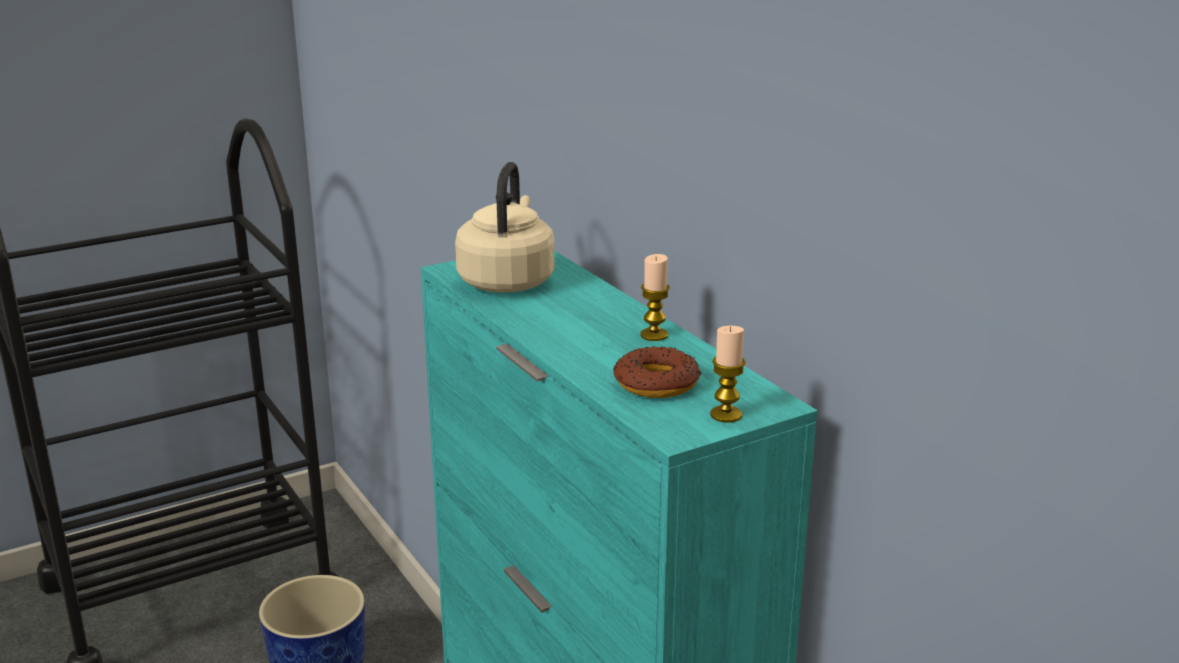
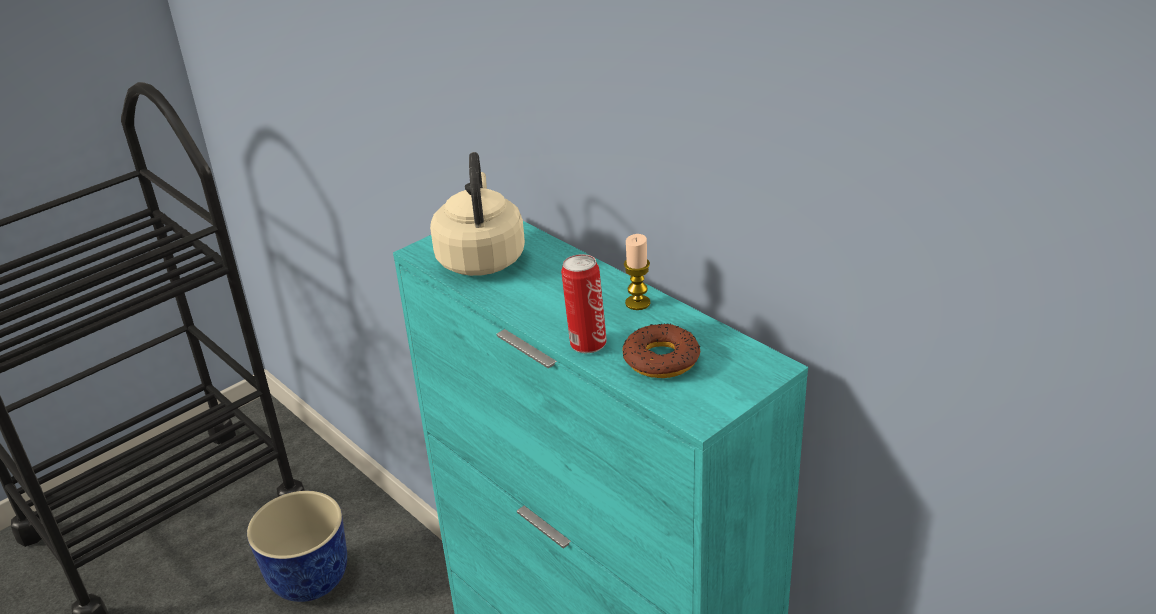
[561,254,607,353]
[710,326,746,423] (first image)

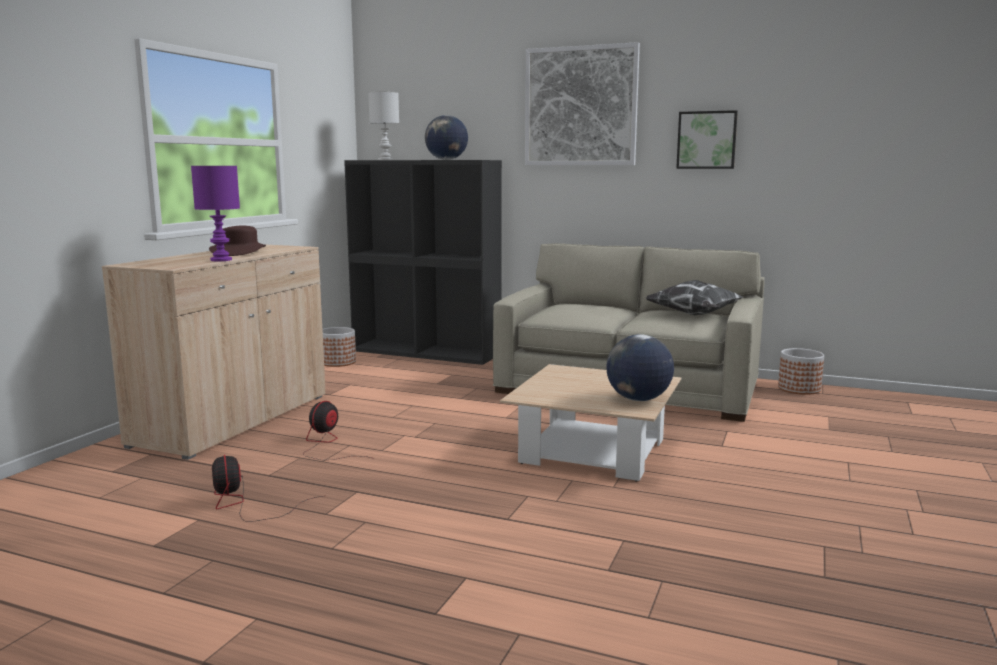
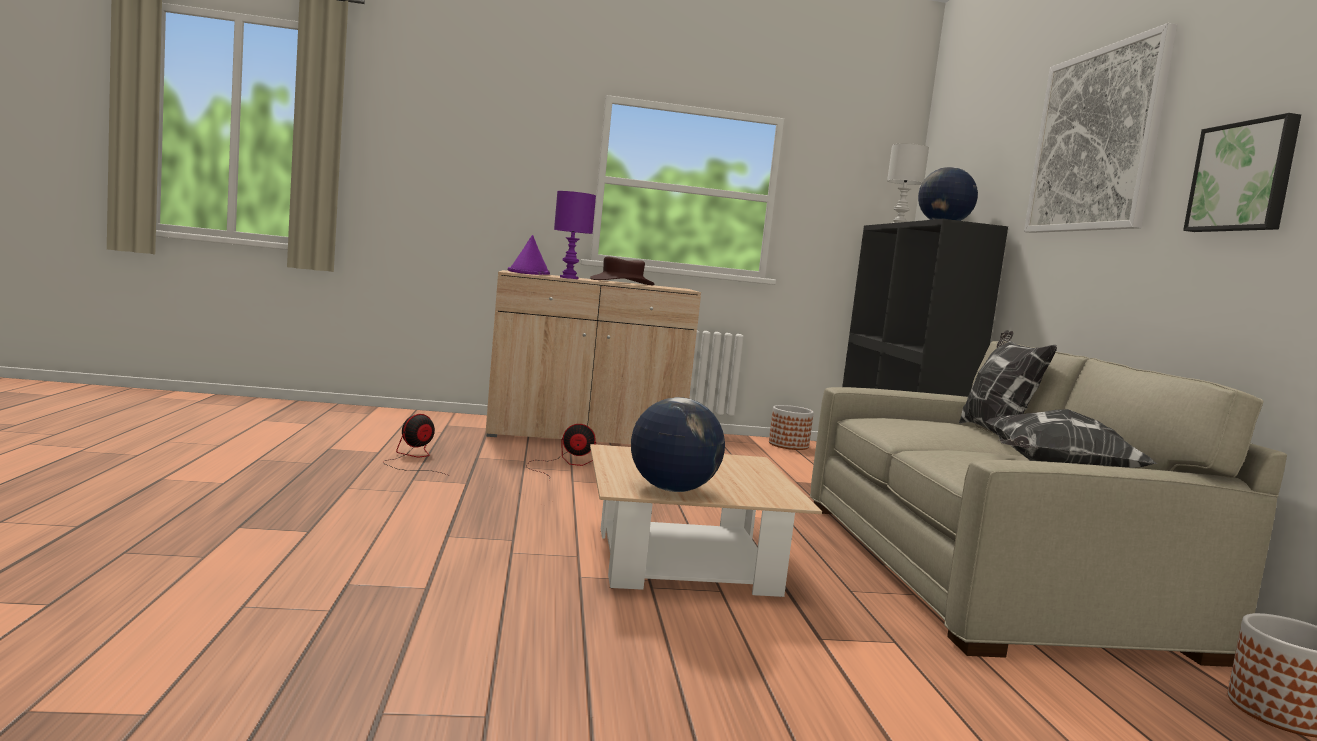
[508,235,550,275]
[959,330,1057,439]

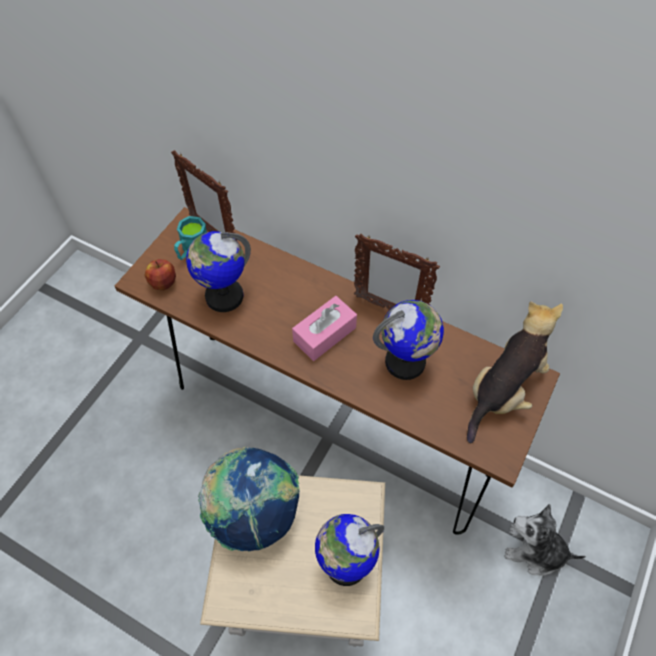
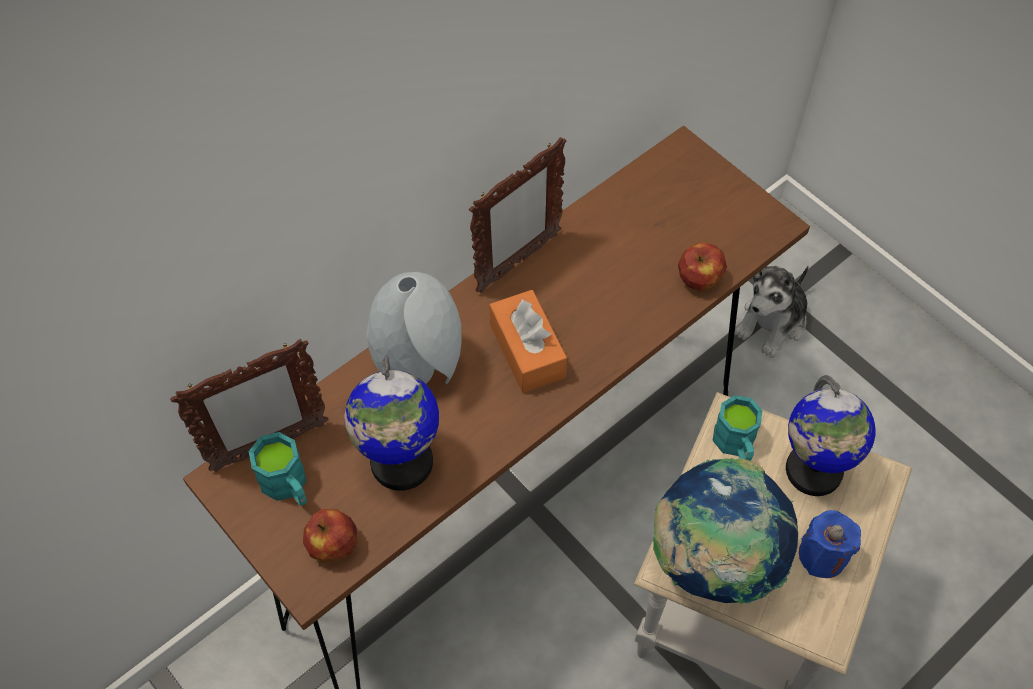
[366,272,461,384]
[490,290,567,393]
[678,242,727,291]
[712,395,762,461]
[799,510,861,578]
[373,300,444,380] (first image)
[467,301,563,443] (first image)

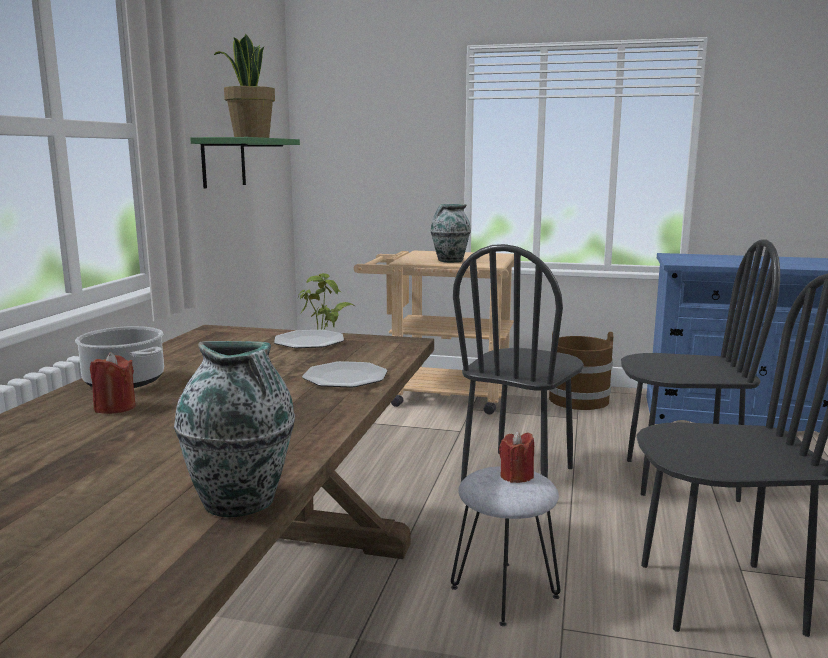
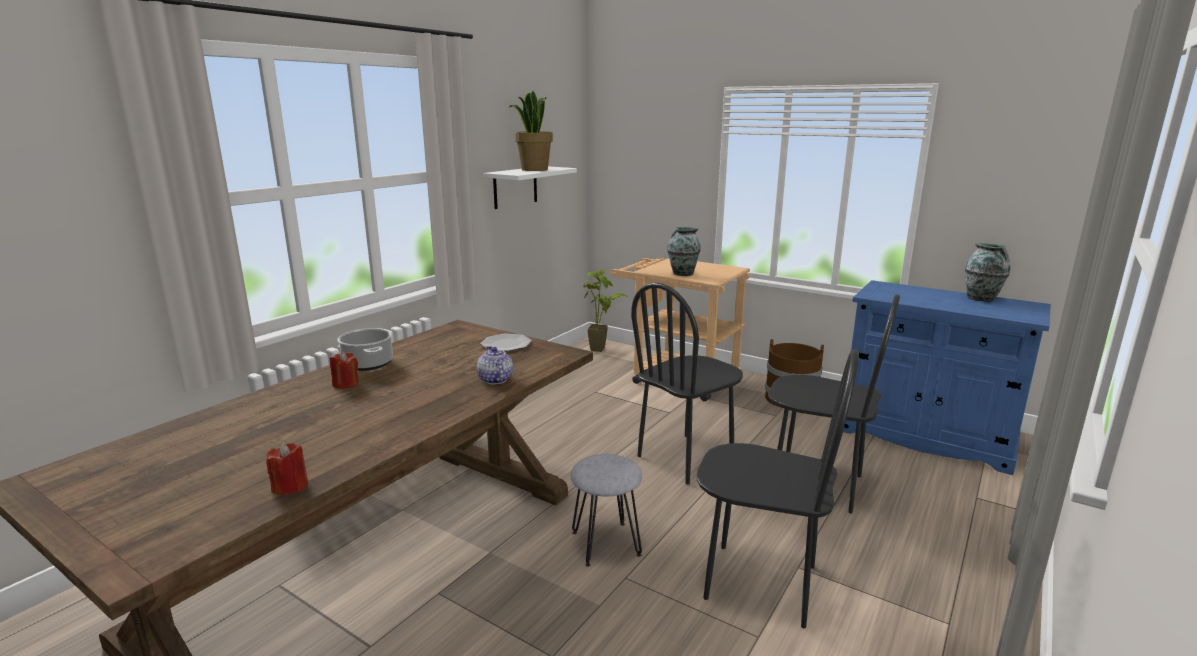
[266,443,308,495]
[477,346,513,385]
[483,166,577,209]
[965,243,1011,302]

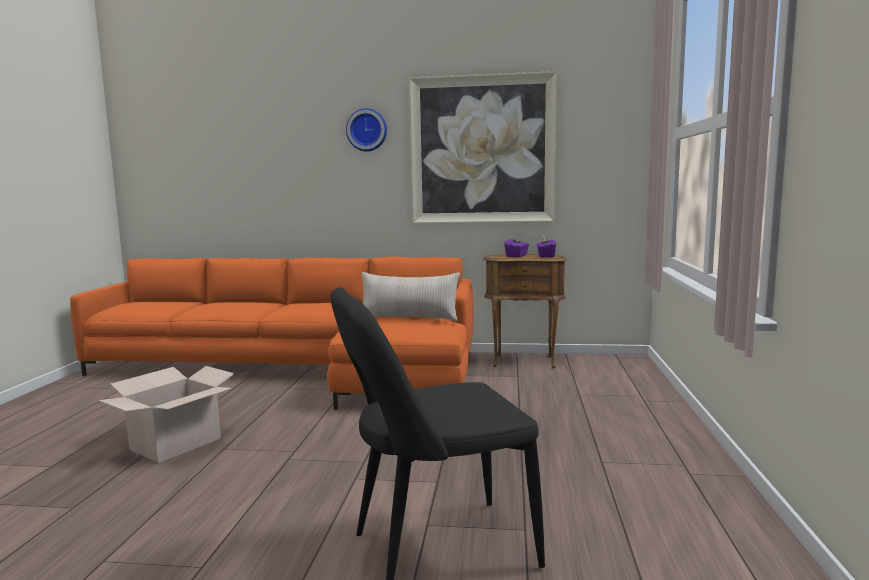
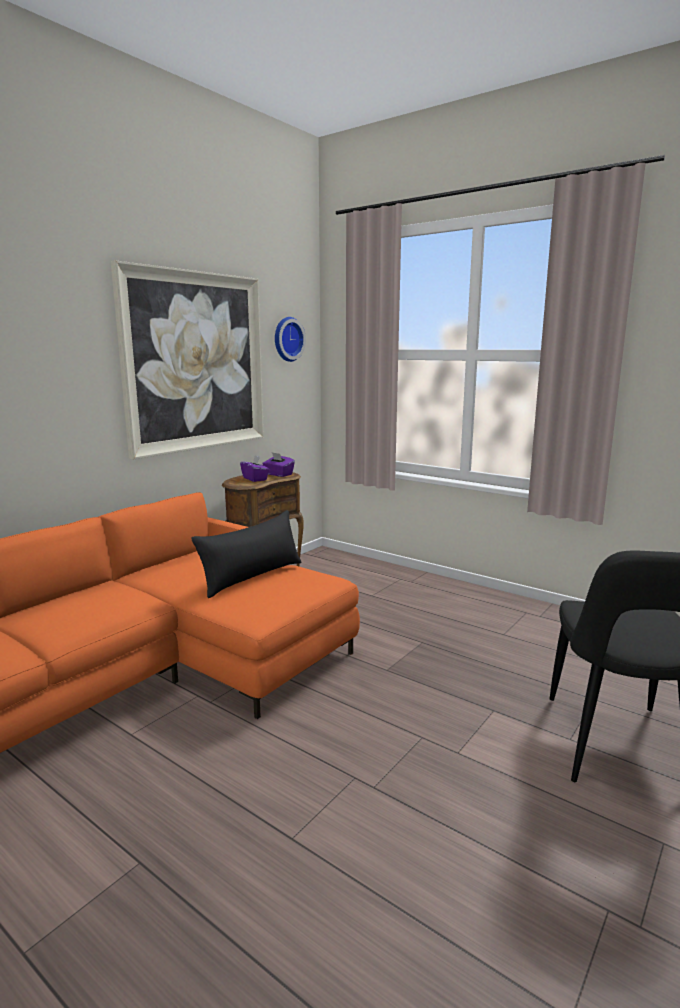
[192,510,302,598]
[275,317,306,362]
[98,366,235,463] (first image)

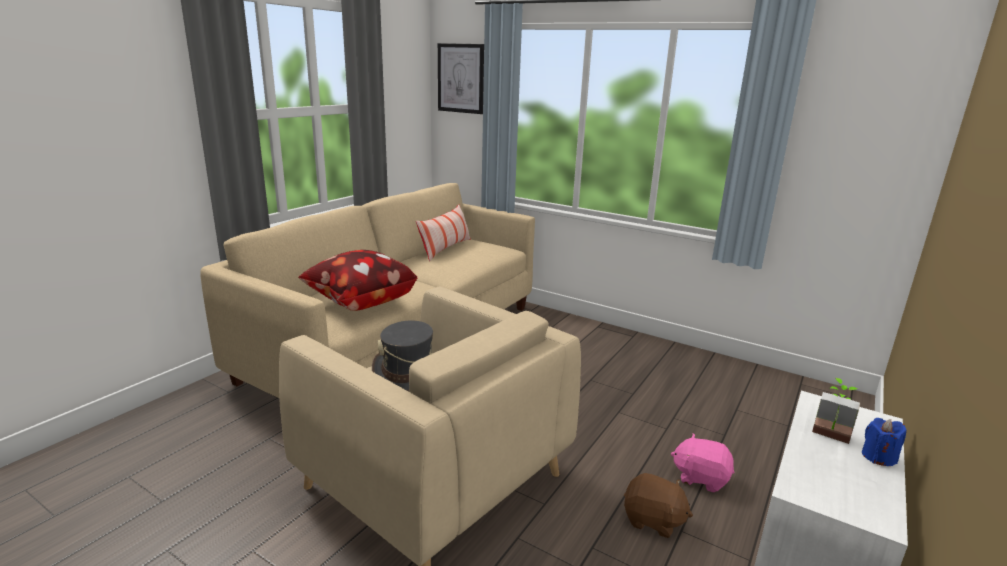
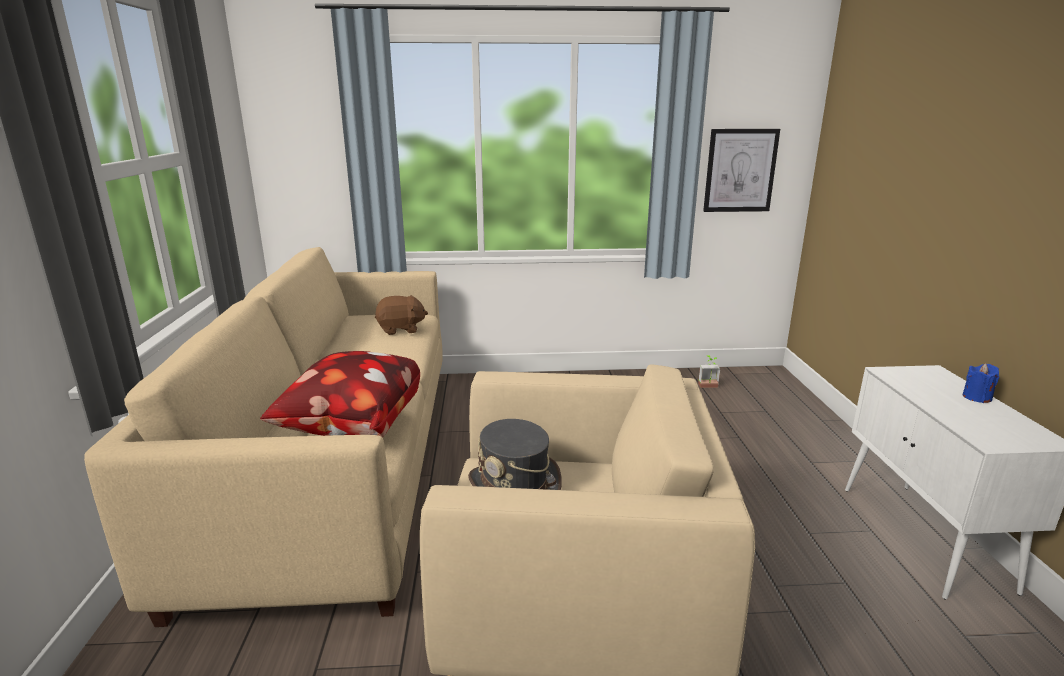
[375,295,428,335]
[698,355,720,388]
[703,129,780,212]
[416,205,471,261] (first image)
[671,433,734,492] (first image)

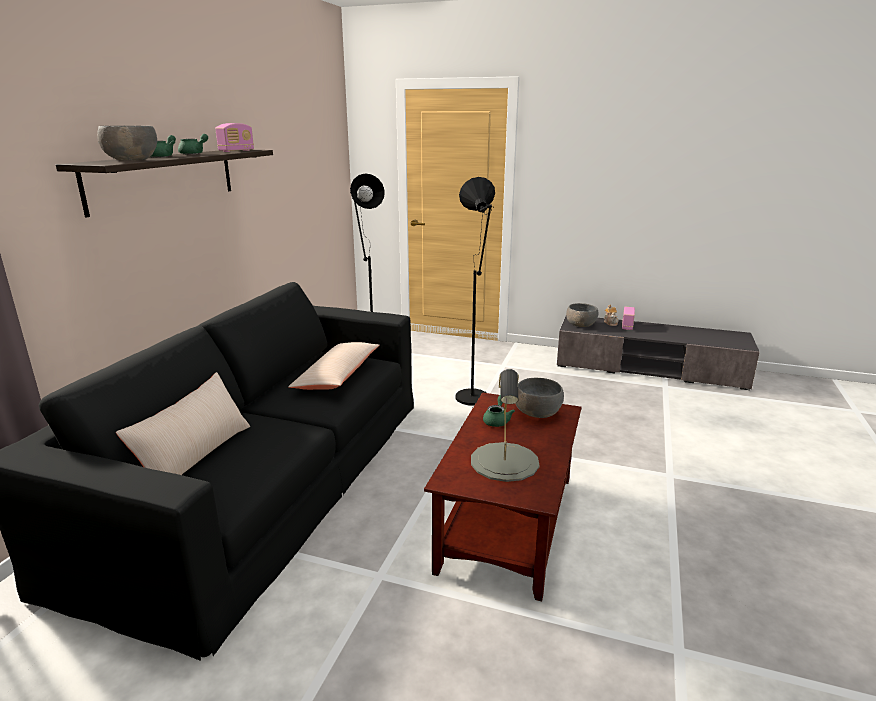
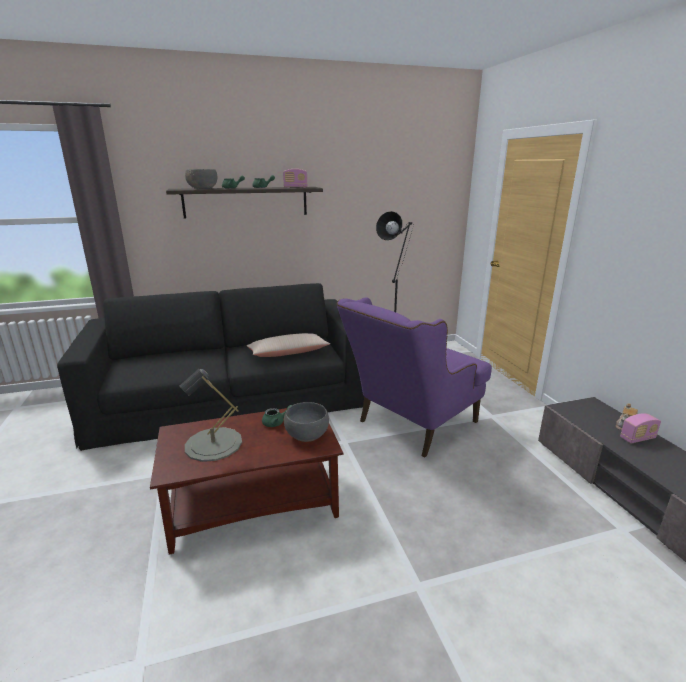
[337,297,492,458]
[116,372,250,475] (first image)
[566,303,598,327] (first image)

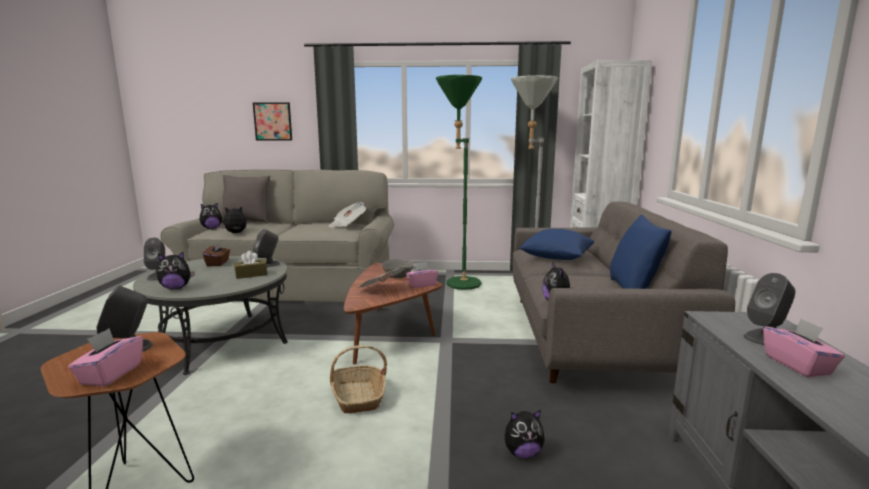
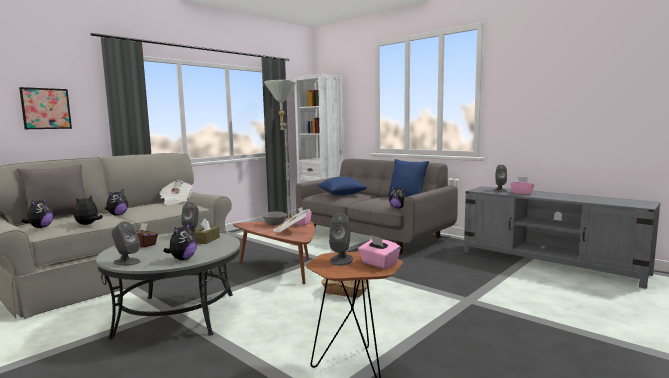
[105,190,128,216]
[436,75,482,290] (first image)

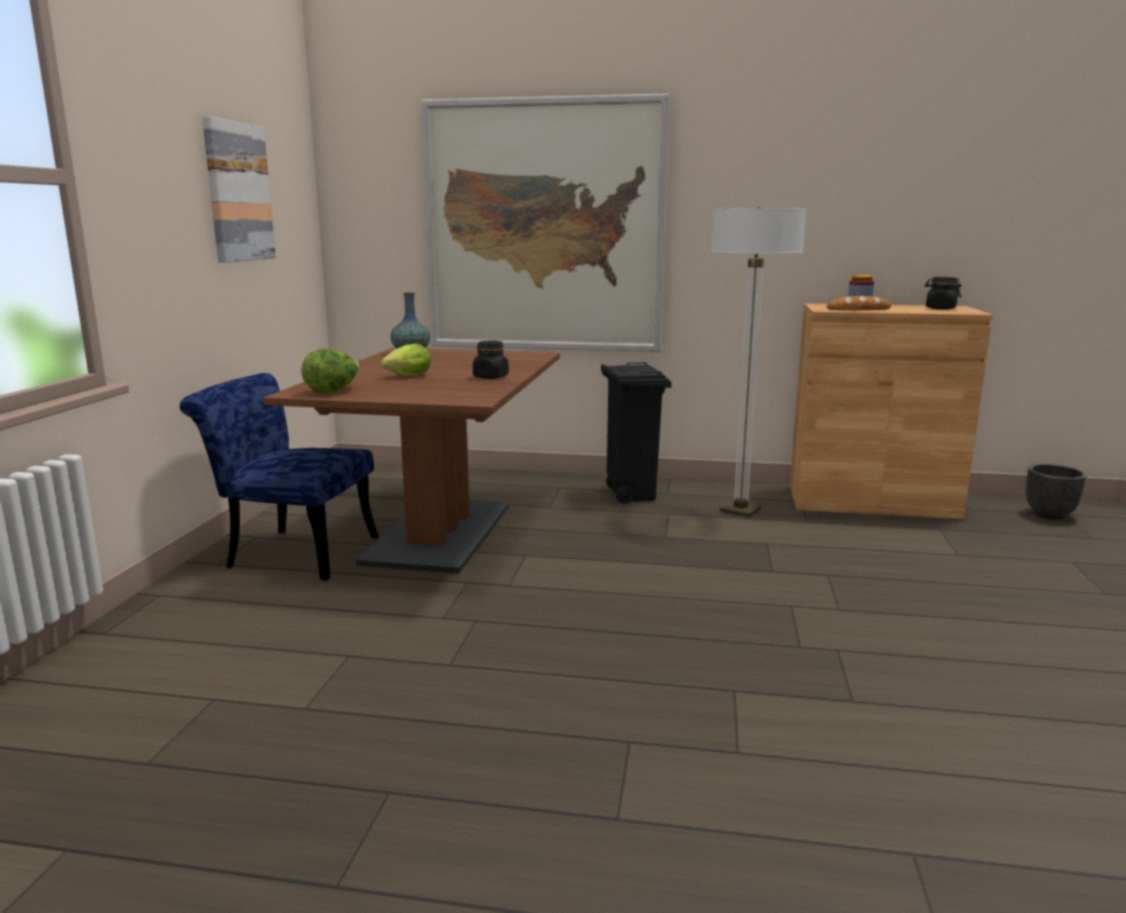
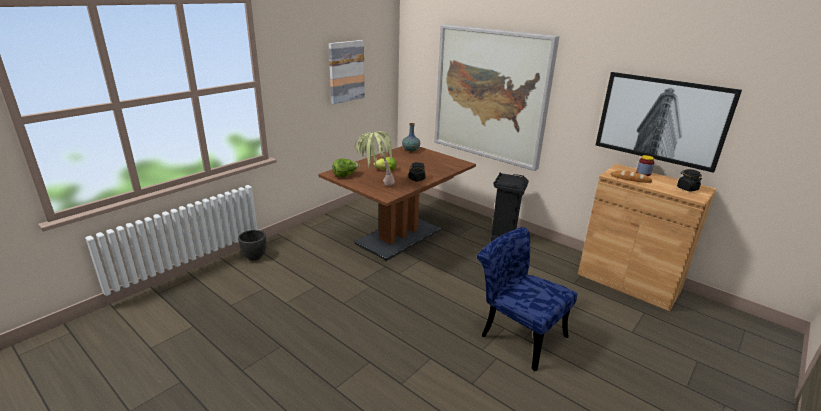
[238,230,267,261]
[355,131,395,186]
[477,227,577,371]
[596,72,742,173]
[711,207,806,517] (first image)

